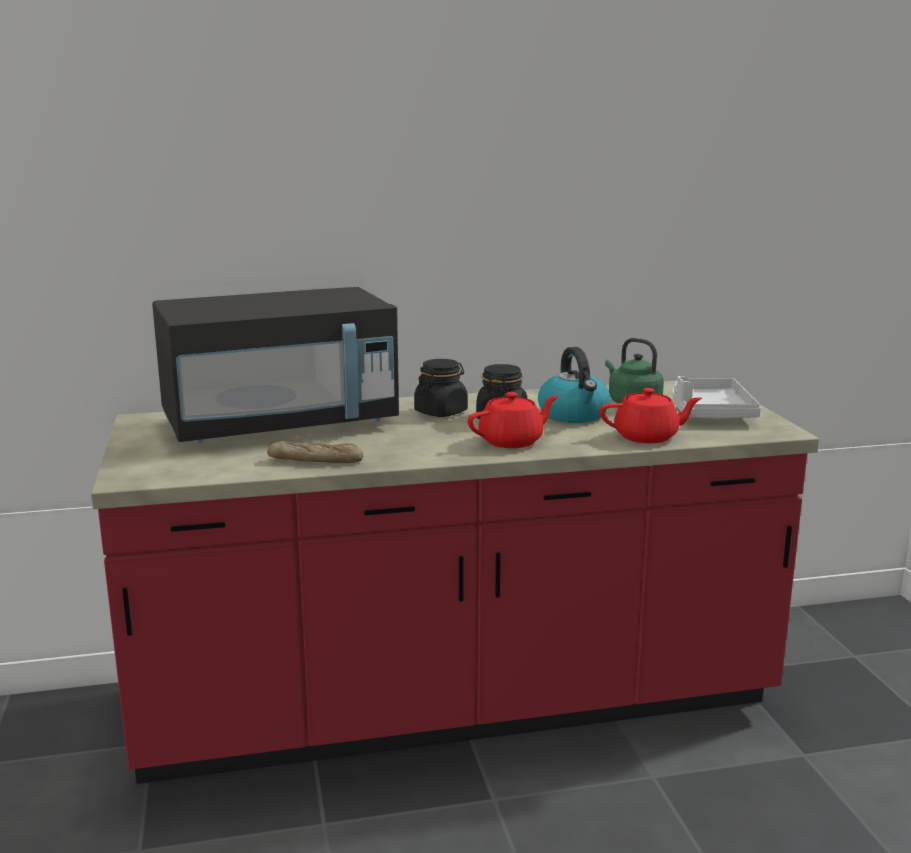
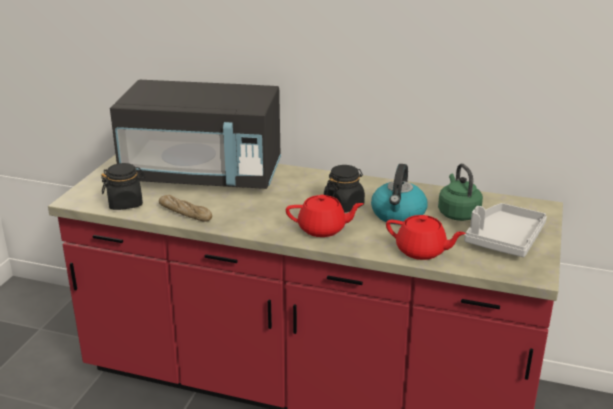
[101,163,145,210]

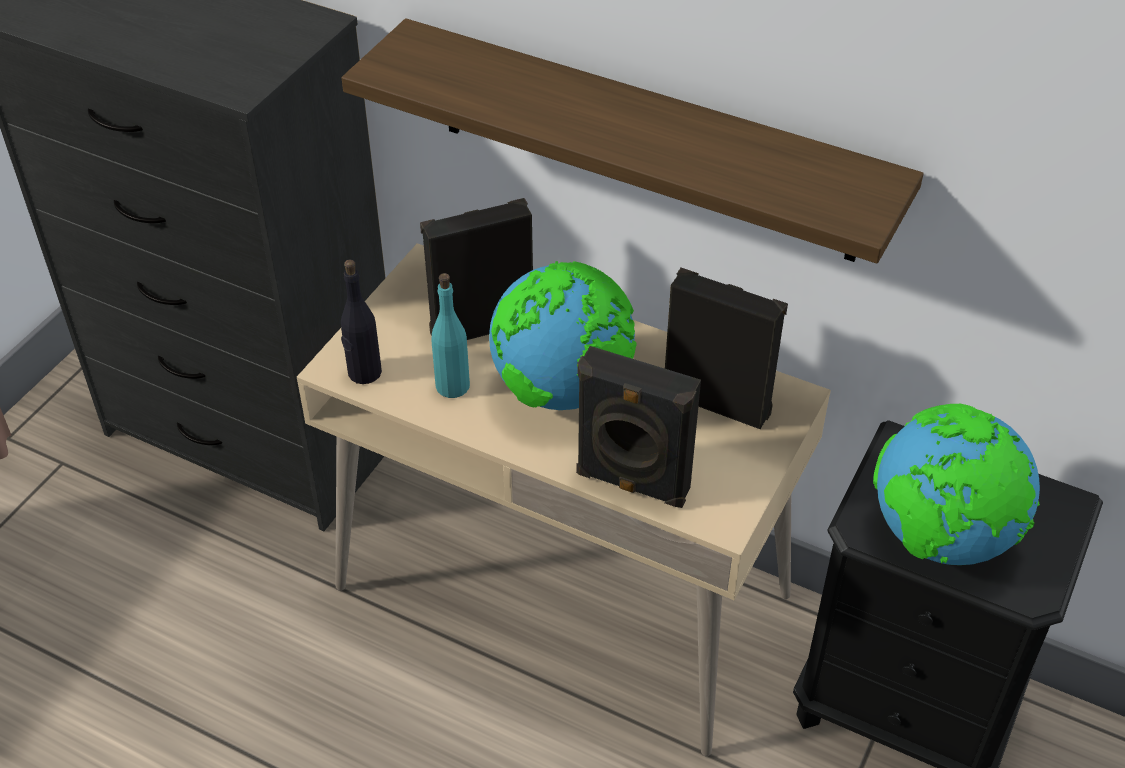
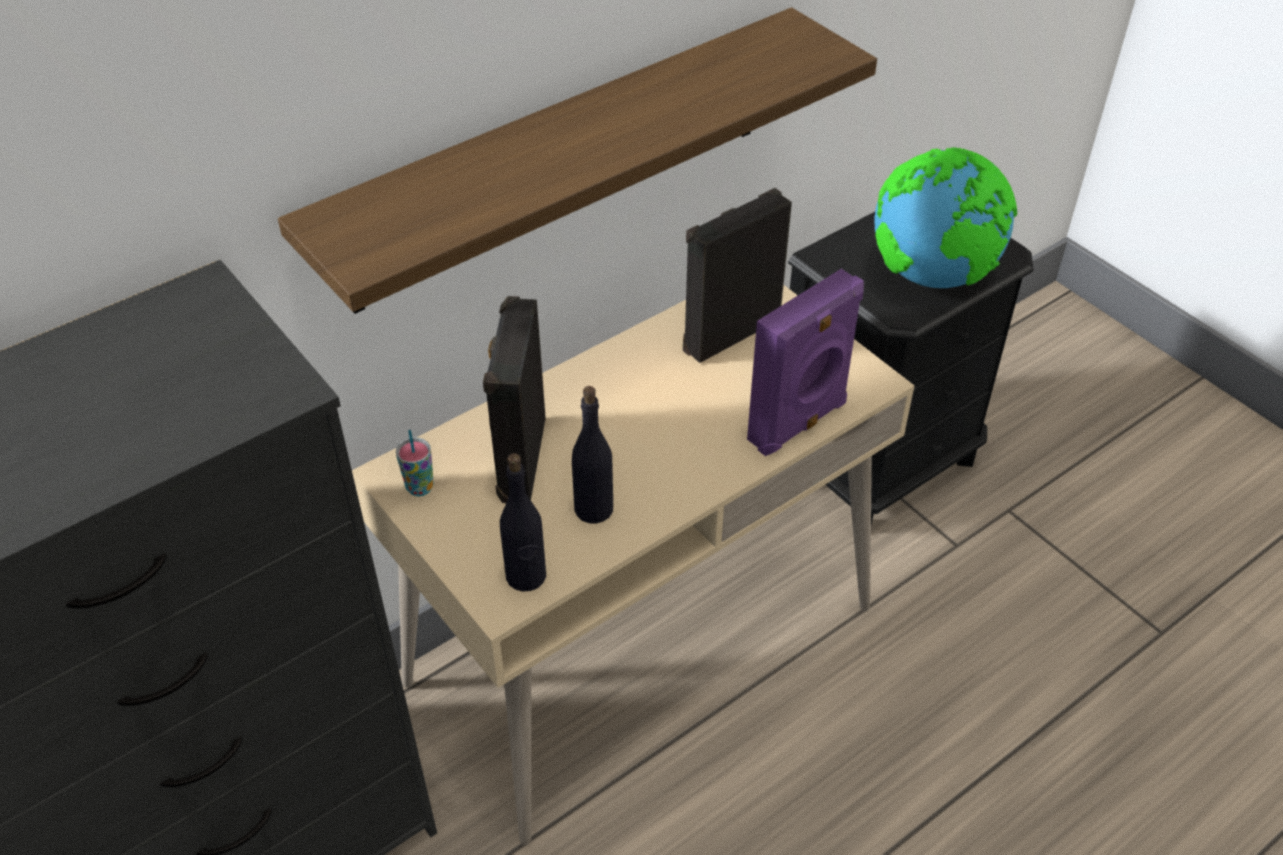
[396,430,434,496]
[572,386,613,524]
[747,269,864,456]
[489,261,637,410] (first image)

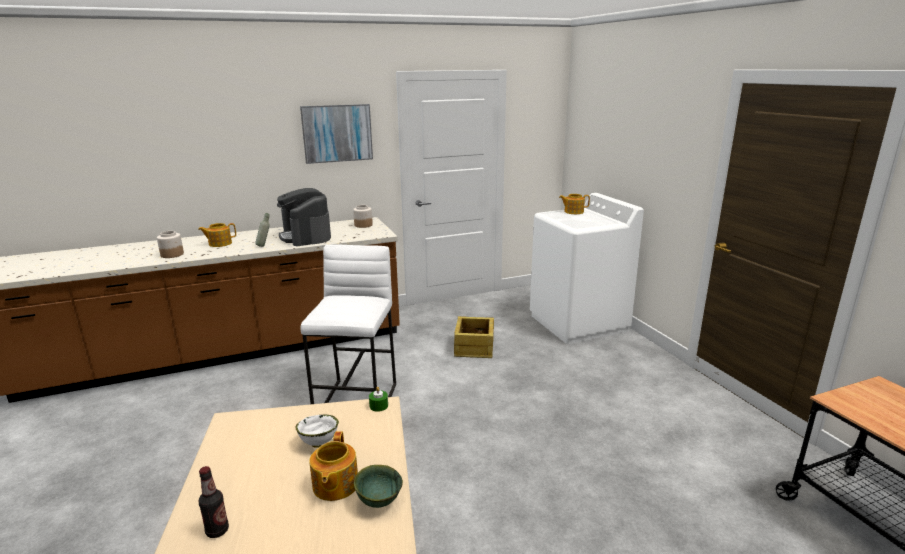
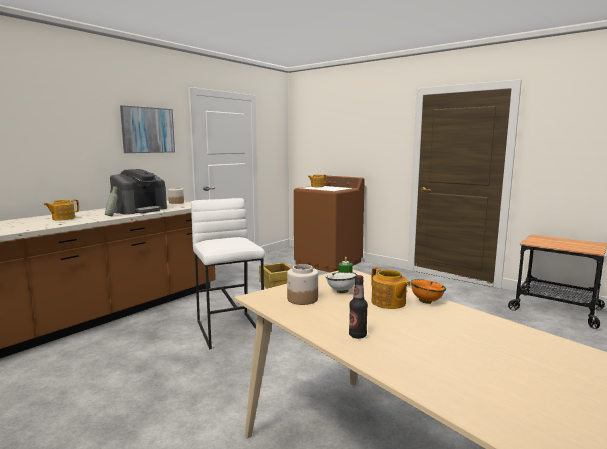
[110,169,167,215]
[287,264,318,305]
[294,175,365,273]
[411,279,446,304]

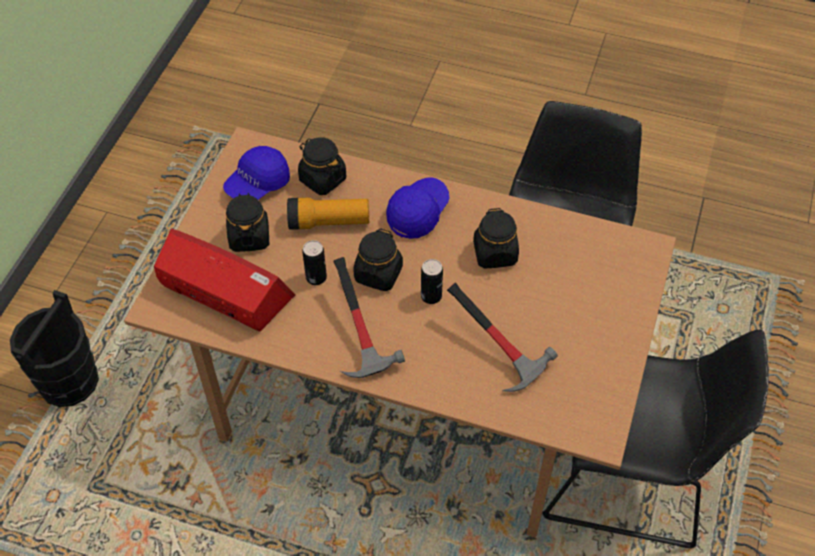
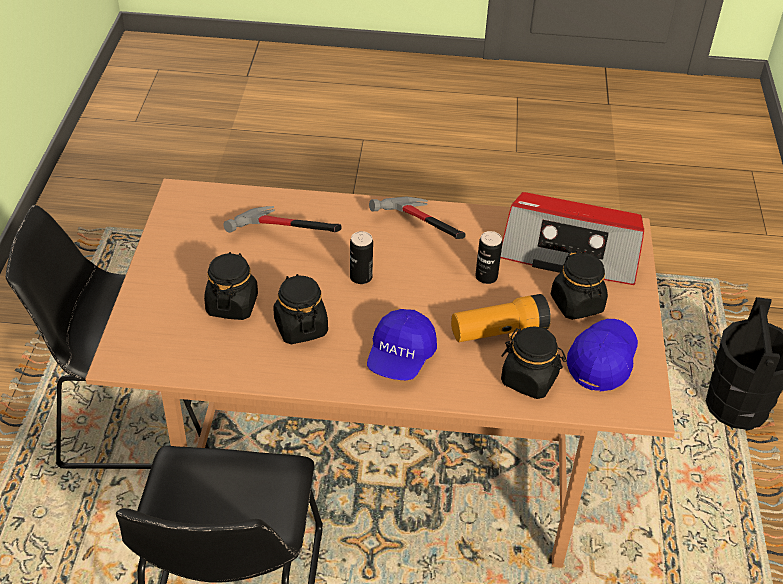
[204,252,258,320]

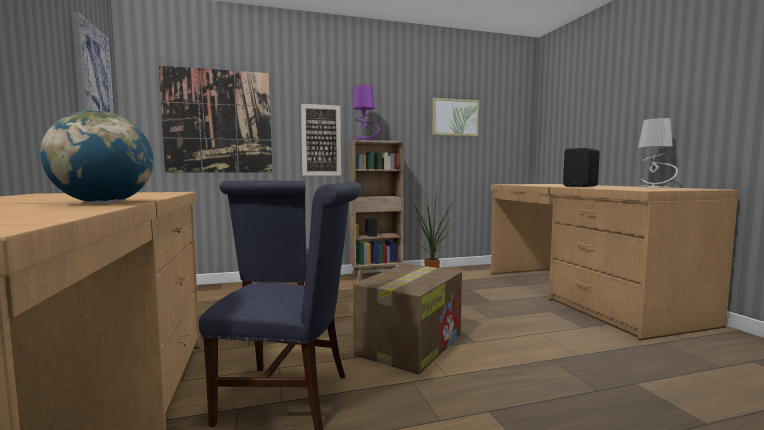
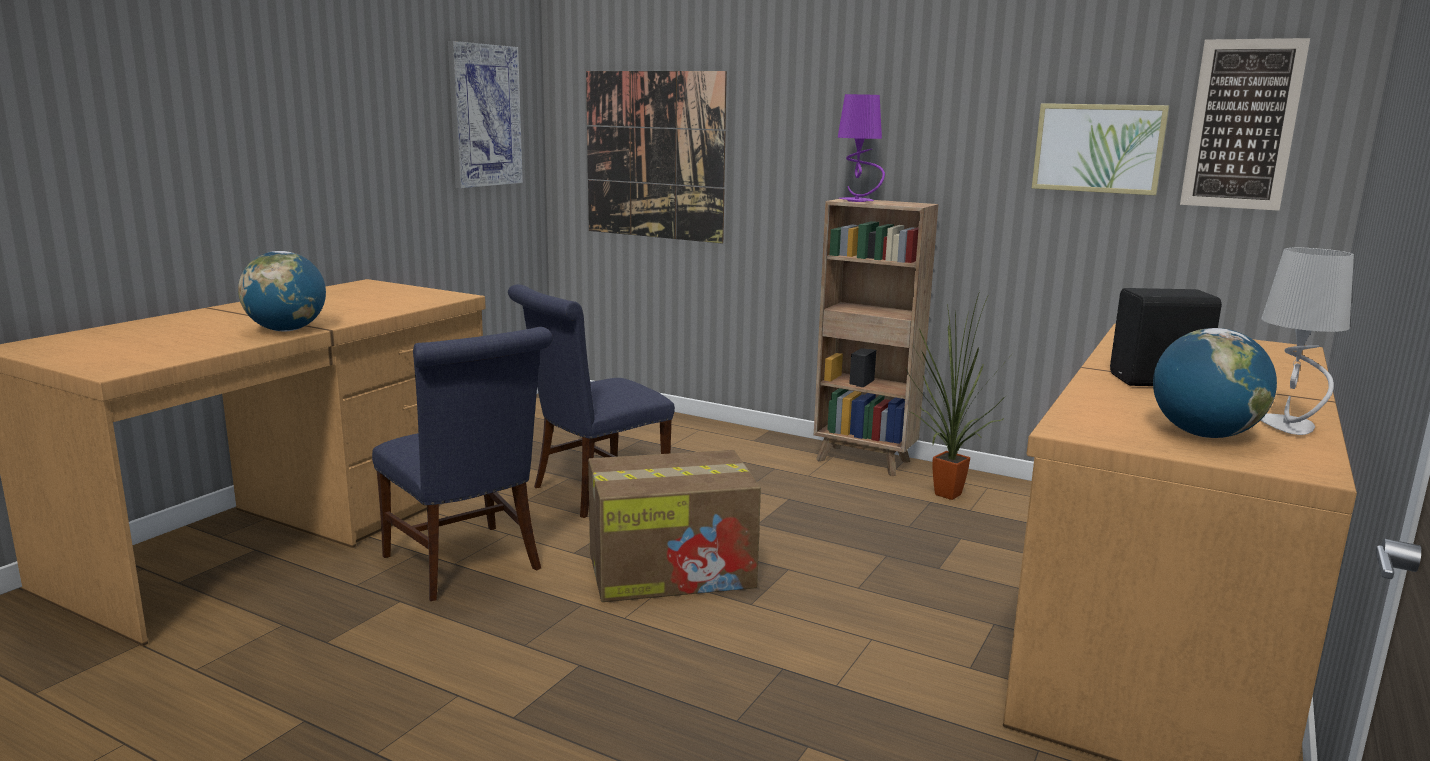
[1153,328,1277,438]
[1180,38,1310,211]

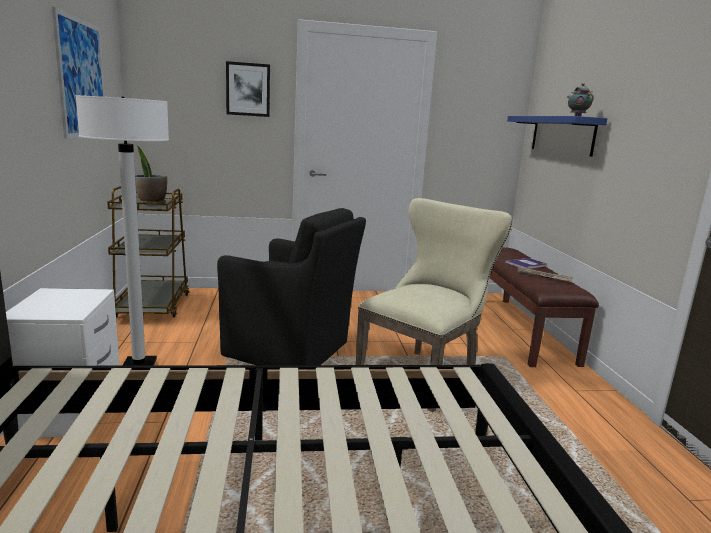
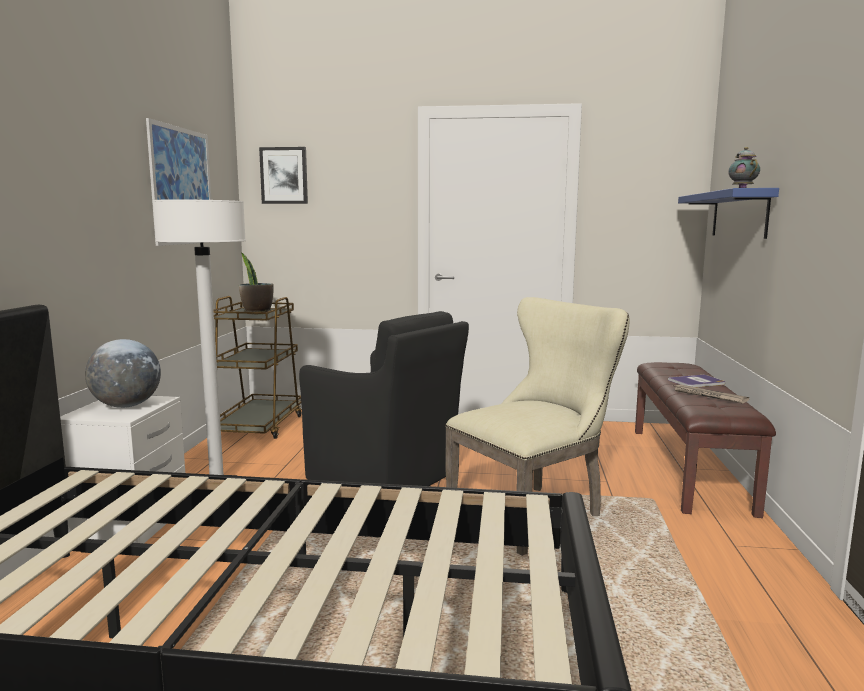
[85,339,161,408]
[259,147,308,204]

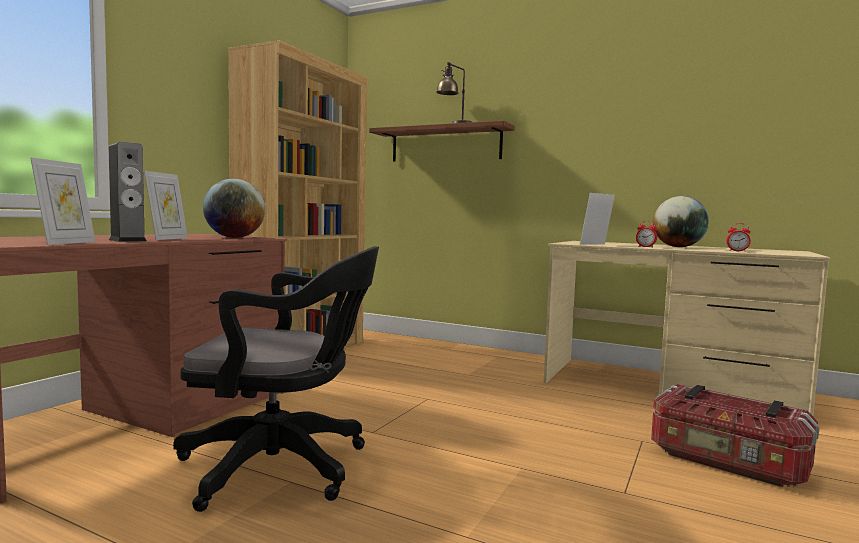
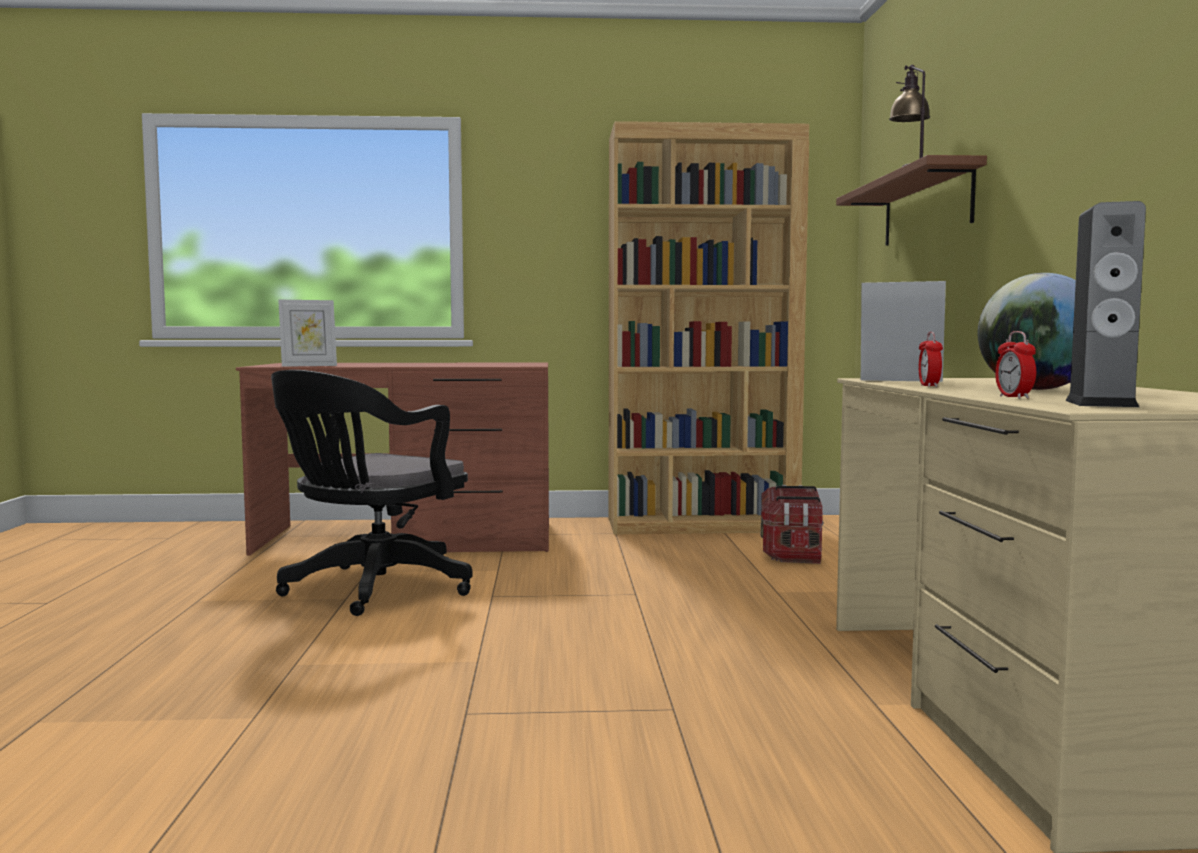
[271,370,473,616]
[761,485,824,564]
[1065,201,1146,407]
[144,171,188,240] (first image)
[203,179,265,238] (first image)

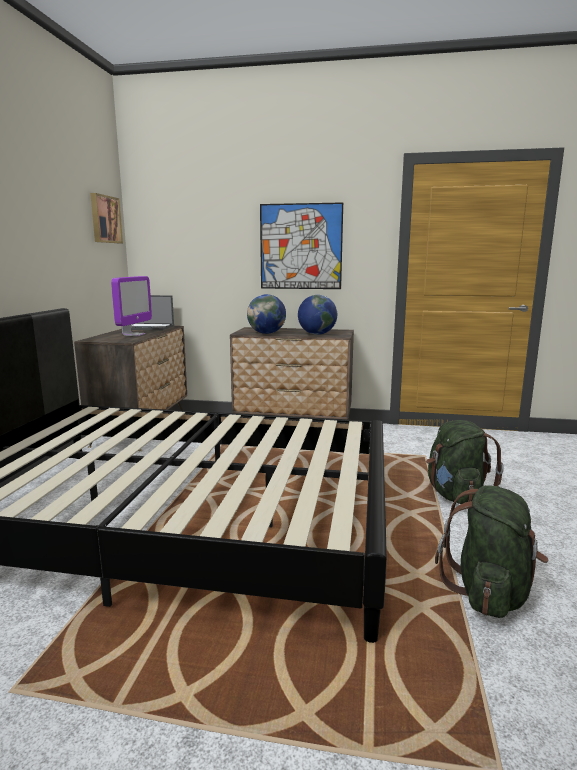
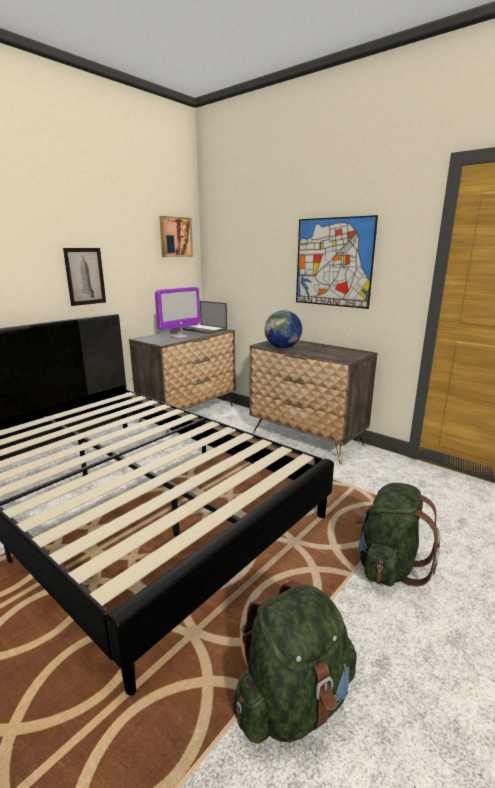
[63,248,106,306]
[298,295,337,335] (first image)

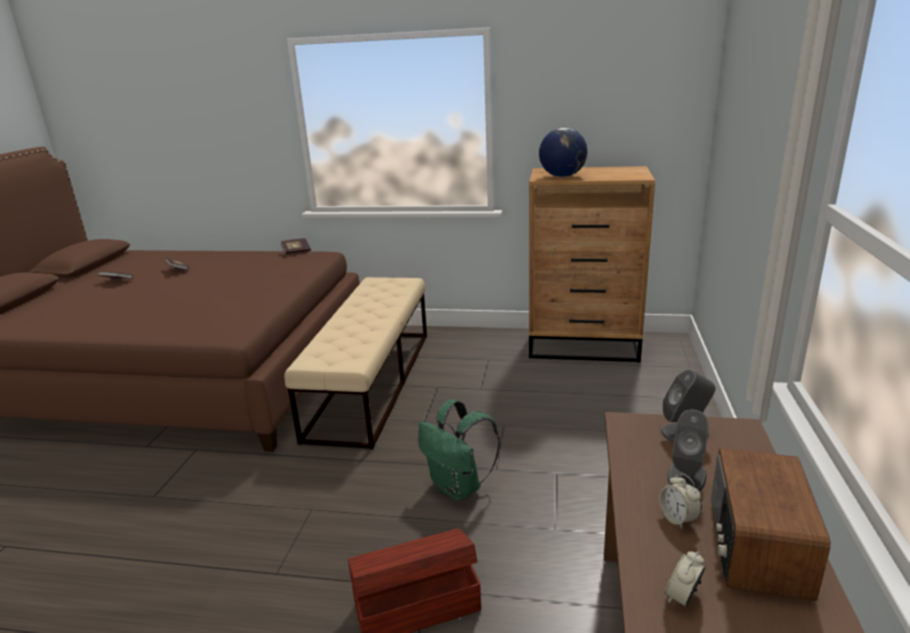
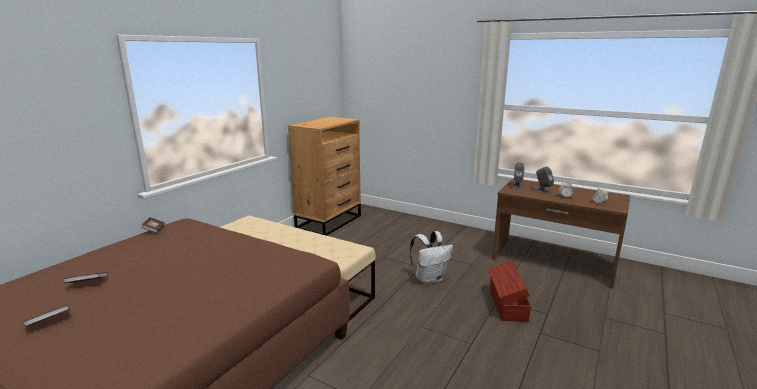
[410,231,453,285]
[539,128,588,177] (first image)
[711,448,831,601] (first image)

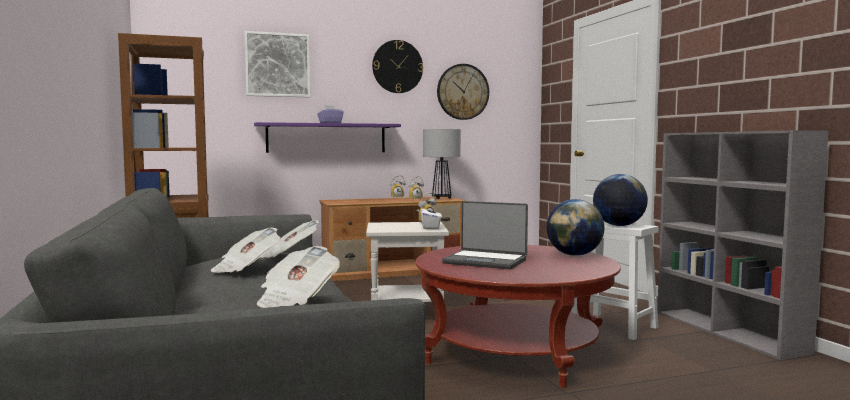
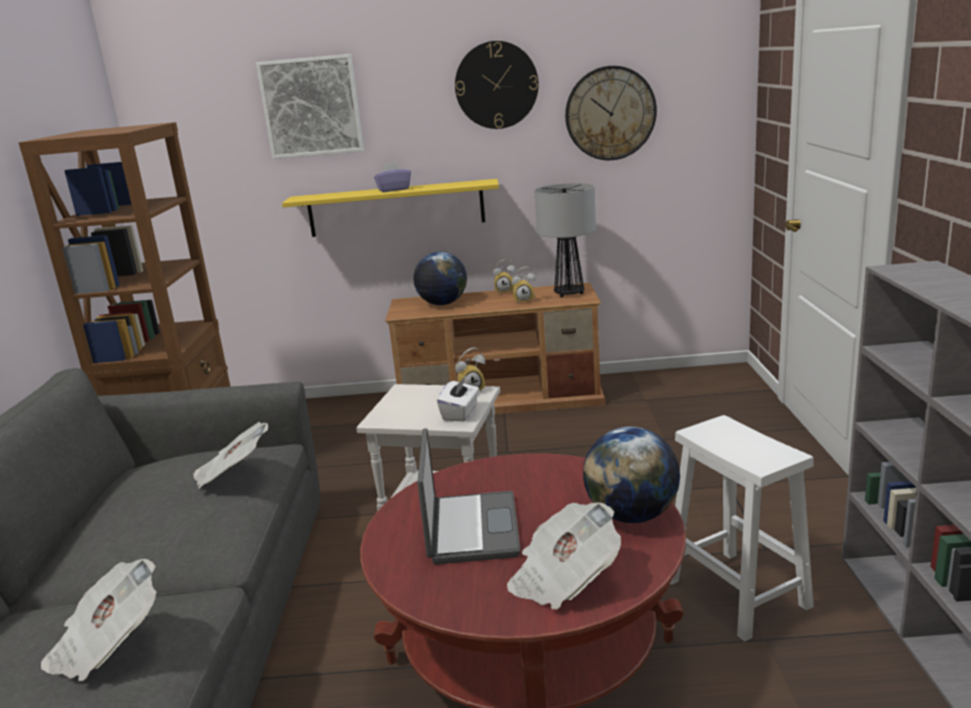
[282,179,499,237]
[414,252,467,305]
[417,428,520,564]
[507,503,621,609]

